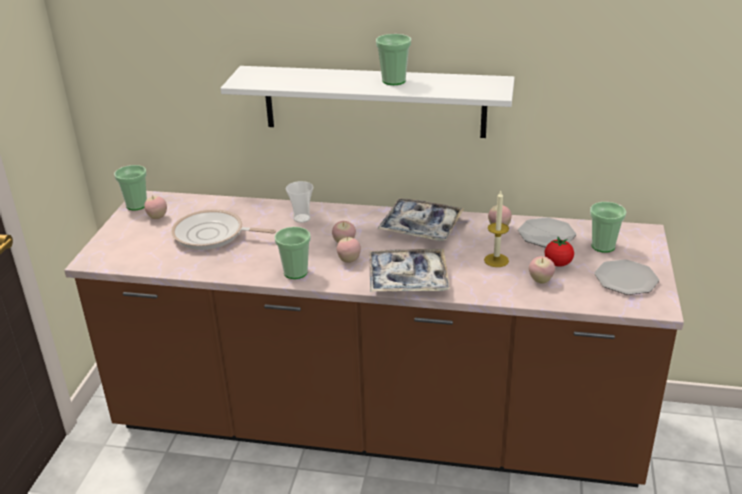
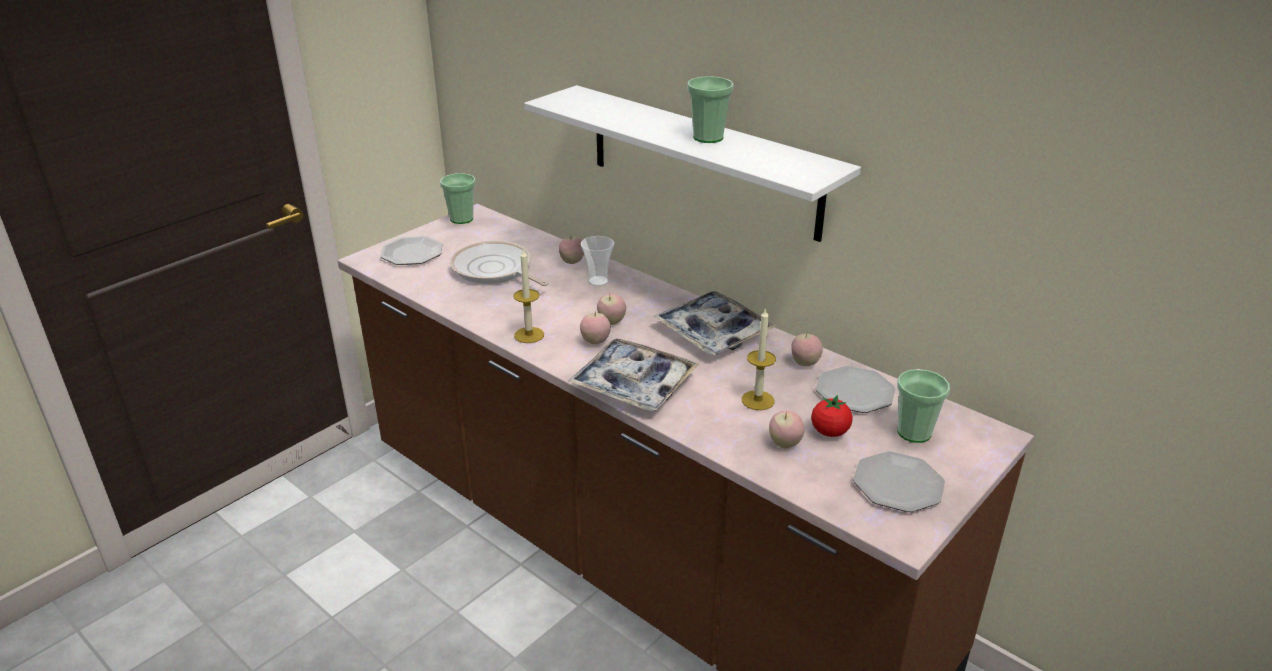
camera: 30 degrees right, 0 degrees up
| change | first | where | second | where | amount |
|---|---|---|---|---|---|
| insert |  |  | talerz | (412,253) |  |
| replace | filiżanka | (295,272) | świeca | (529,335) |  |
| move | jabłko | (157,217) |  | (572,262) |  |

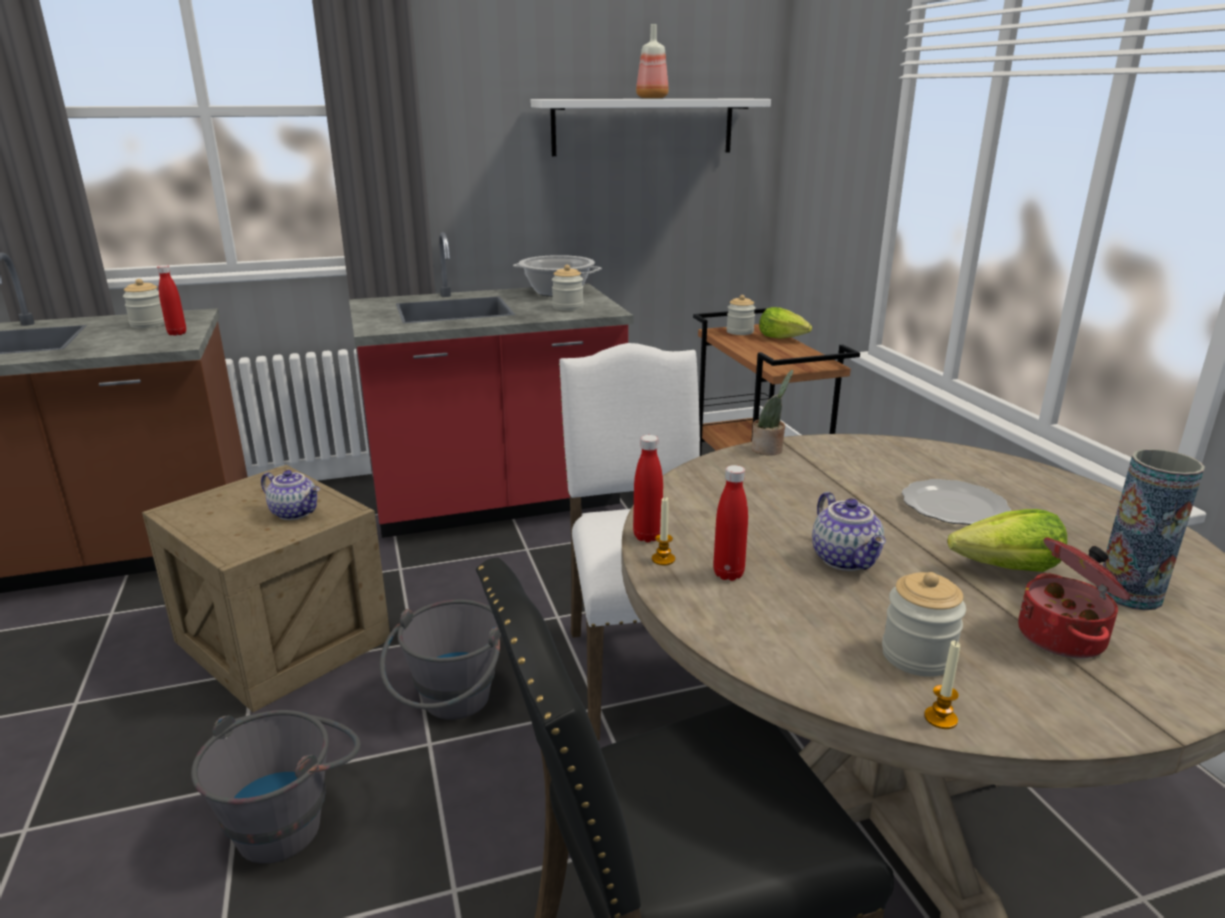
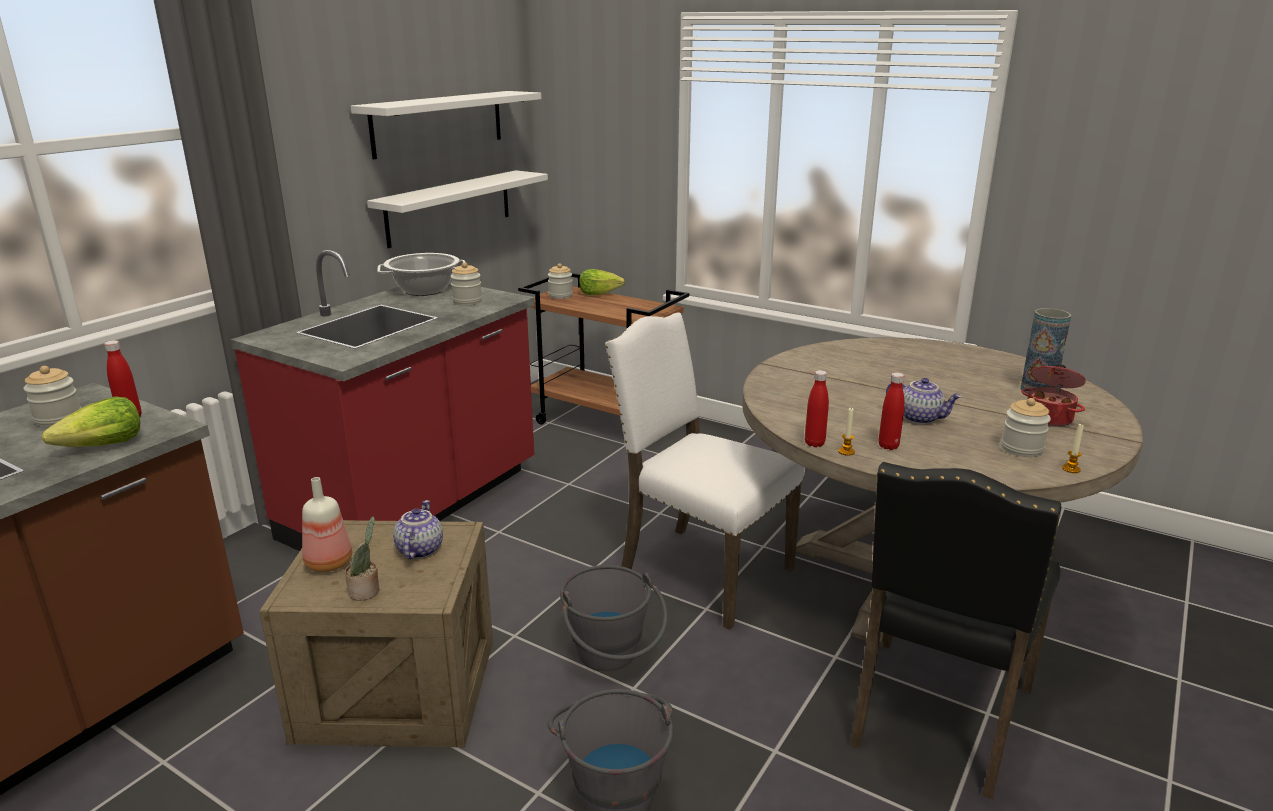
camera: 40 degrees left, 0 degrees up
| change | first | where | second | where | amount |
|---|---|---|---|---|---|
| move | sałata | (1007,569) |  | (103,446) |  |
| move | butelka | (651,98) |  | (327,564) |  |
| move | roślina doniczkowa | (769,450) |  | (366,591) |  |
| insert |  |  | półka (biały) | (449,207) |  |
| rotate | imbryk | (296,512) |  | (418,550) | 75 degrees counterclockwise |
| delete | talerz | (953,507) |  |  |  |

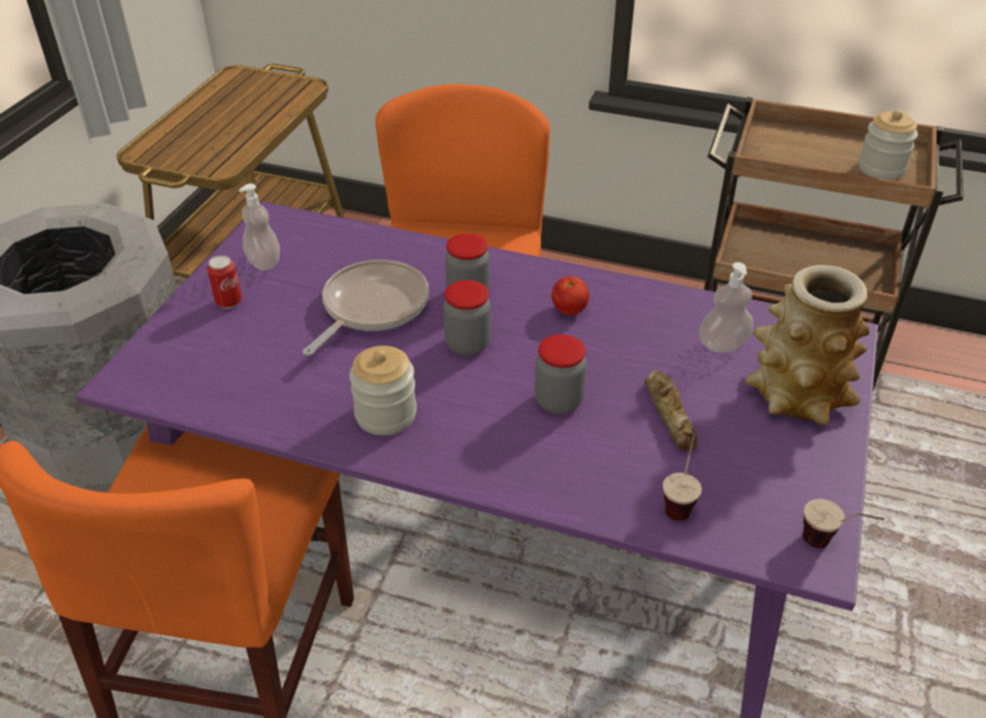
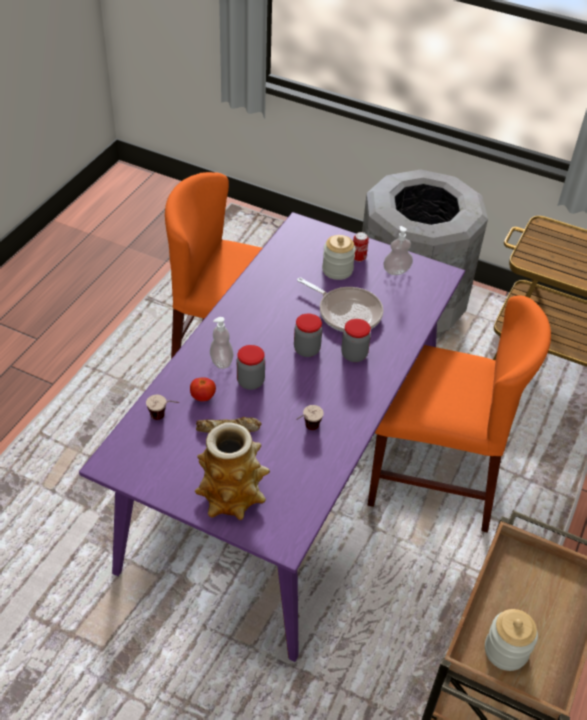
camera: 95 degrees right, 5 degrees up
| change | first | where | second | where | amount |
|---|---|---|---|---|---|
| move | pomidor | (569,310) |  | (203,397) |  |
| move | dozownik mydła | (722,344) |  | (221,361) |  |
| move | filiżanka | (831,545) |  | (307,430) |  |
| move | słoik | (386,414) |  | (337,270) |  |

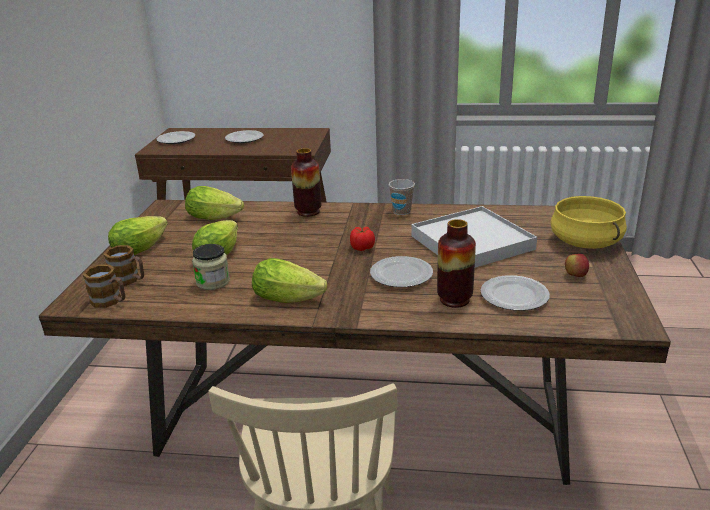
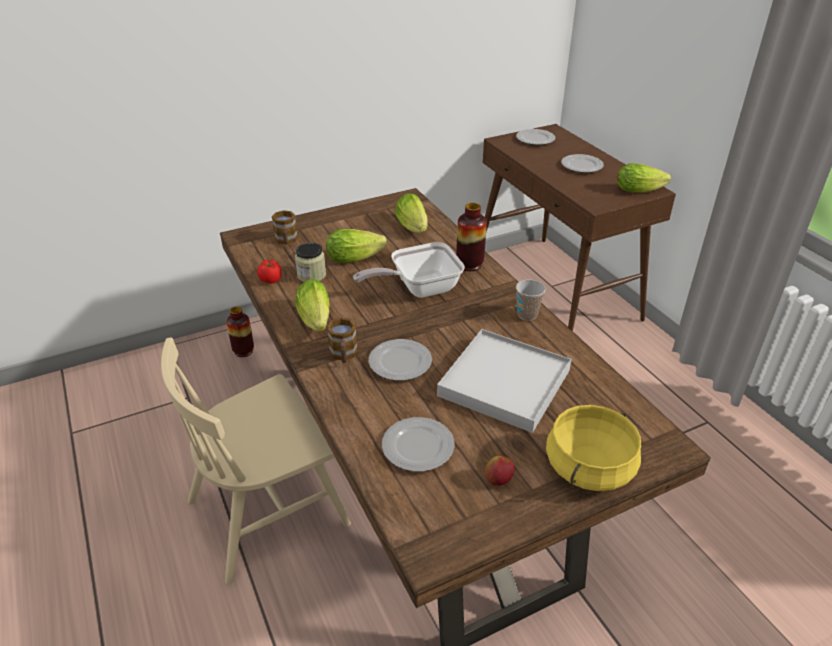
camera: 55 degrees right, 10 degrees up
| change | first | where | second | where | amount |
|---|---|---|---|---|---|
| move | wazon | (454,300) |  | (243,351) |  |
| move | pomidor | (362,247) |  | (271,279) |  |
| move | kubek | (110,301) |  | (343,355) |  |
| insert |  |  | patelnia | (419,288) |  |
| move | sałata | (143,247) |  | (642,190) |  |

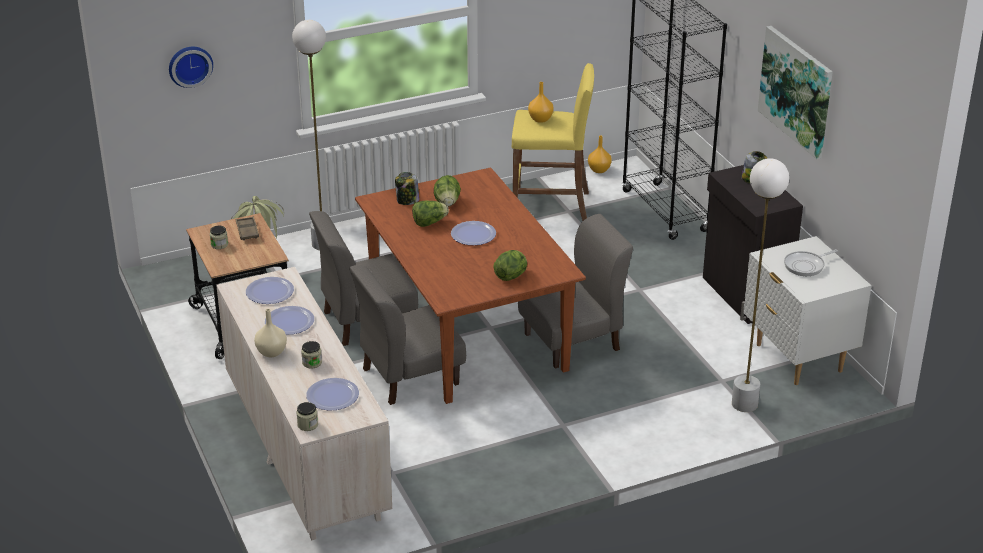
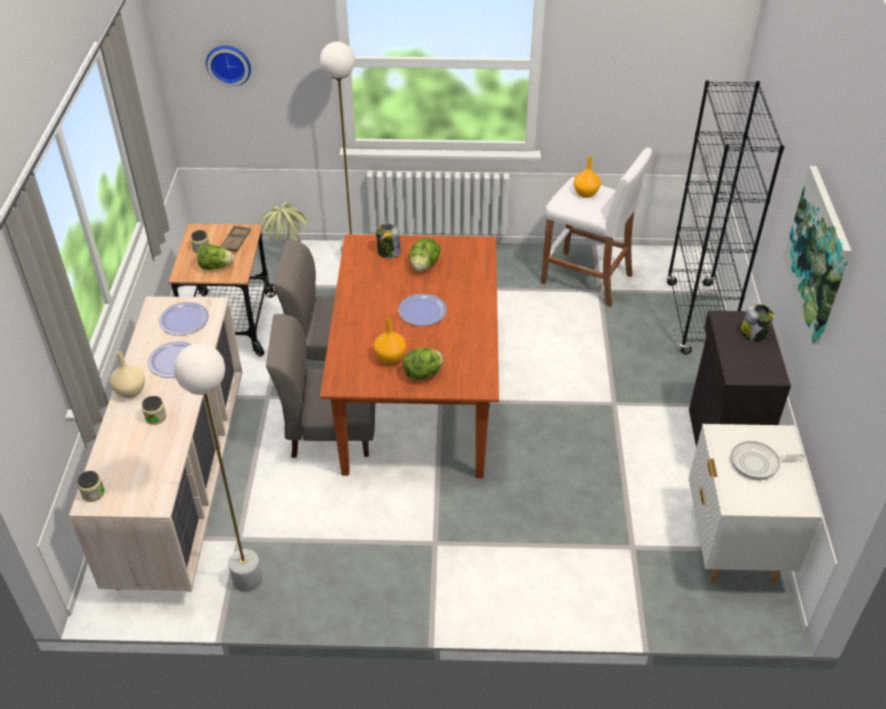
camera: 25 degrees right, 10 degrees up
| change | first | where | second | where | amount |
|---|---|---|---|---|---|
| move | lampa stojąca (biały) | (744,404) |  | (247,579) |  |
| move | sałata | (429,223) |  | (216,266) |  |
| move | wazon (pomarańczowy) | (599,170) |  | (390,358) |  |
| recolor | stołek (żółty) | (551,205) | stołek (biały) | (587,279) |  |
| delete | talerz | (332,395) |  |  |  |
| delete | krzesło (szary) | (573,342) |  |  |  |

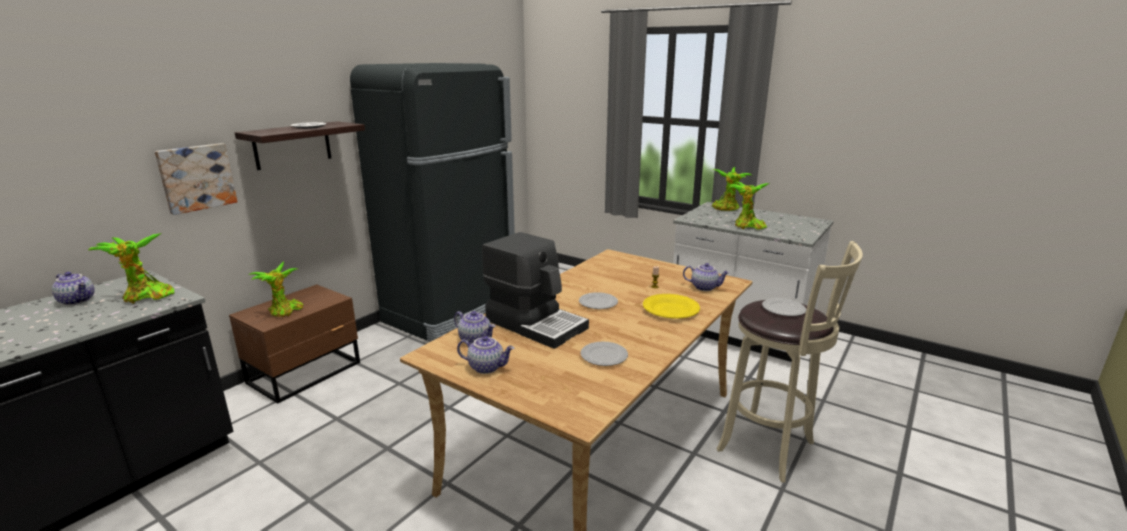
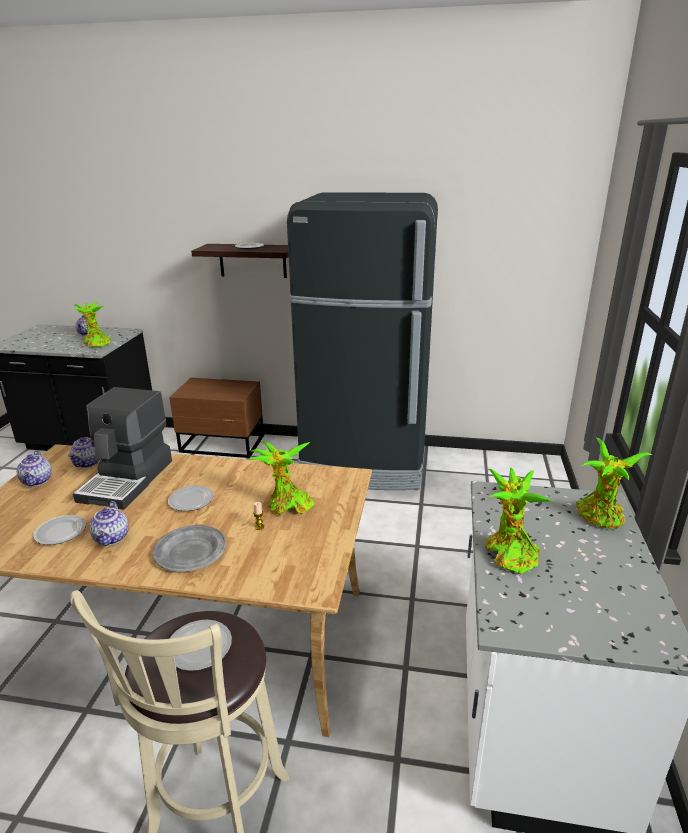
camera: 65 degrees right, 5 degrees up
| change | first | where | second | where | amount |
|---|---|---|---|---|---|
| move | imbryk | (704,287) |  | (112,538) |  |
| recolor | talerz (żółty) | (670,310) | talerz (szary) | (190,552) |  |
| move | roślina doniczkowa | (284,312) |  | (287,506) |  |
| delete | obraz | (196,177) |  |  |  |

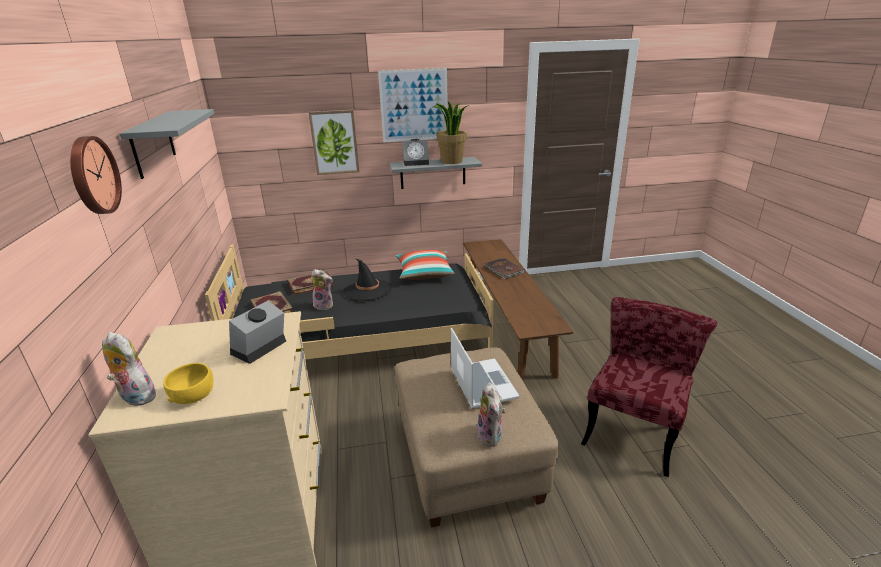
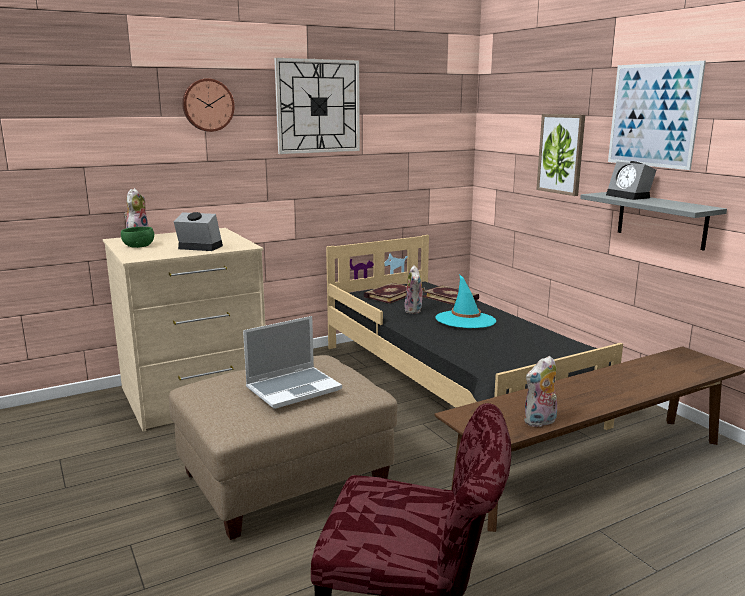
camera: 70 degrees right, 10 degrees down
| change | first | where | second | where | amount |
|---|---|---|---|---|---|
| recolor | miska (żółty) | (193,395) | miska (zielony) | (139,246) |  |
| replace | półka (szary) | (153,143) | zegar ścienny | (318,106) |  |
| recolor | kapelusz (czarny) | (367,290) | kapelusz (turkusowy) | (465,320) |  |
| move | pluszak | (491,436) |  | (540,422) |  |
| delete | poduszka | (424,273) |  |  |  |
| delete | roślina doniczkowa | (451,161) |  |  |  |
| delete | książka (brązowy) | (504,270) |  |  |  |

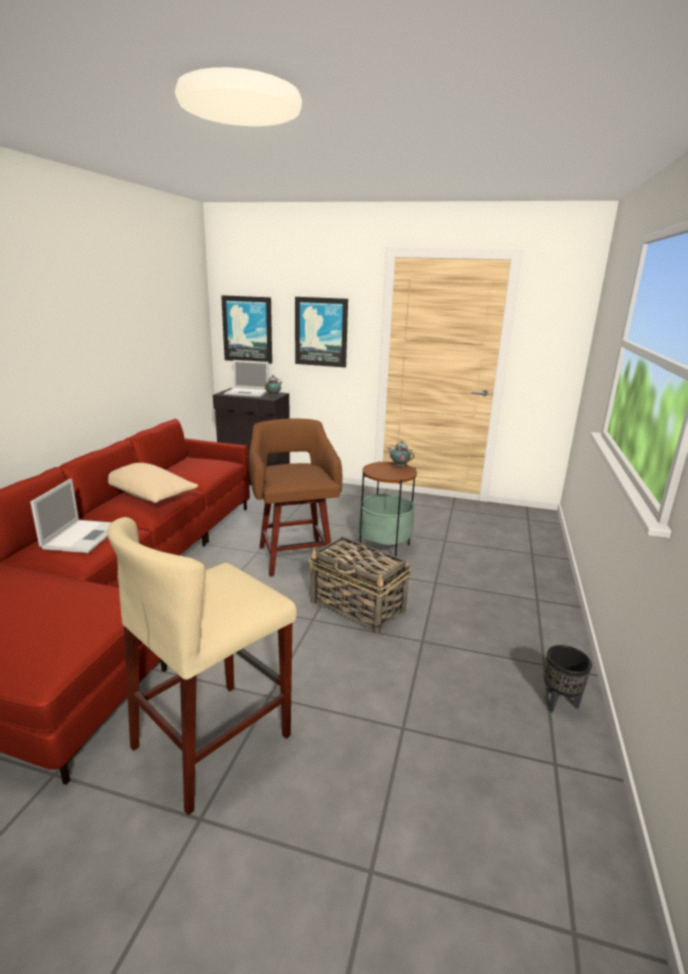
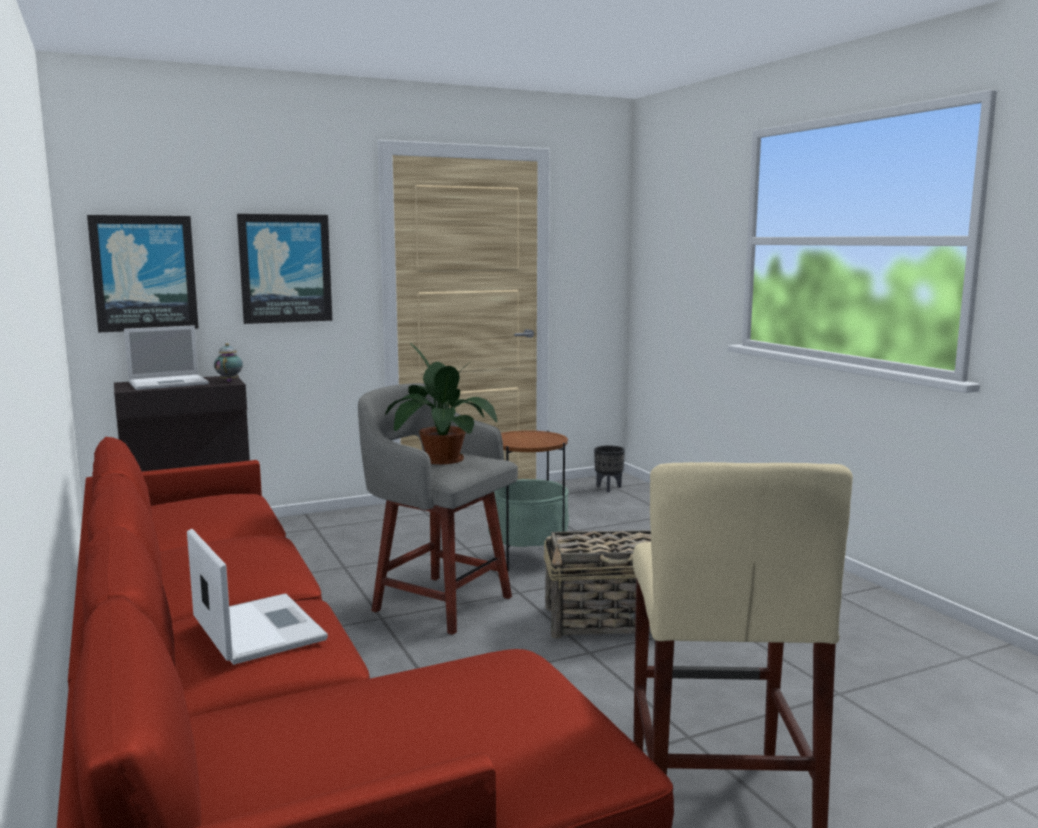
camera: 40 degrees left, 10 degrees down
| change | first | where | second | where | amount |
|---|---|---|---|---|---|
| recolor | stołek (brązowy) | (294,555) | stołek (szary) | (438,602) |  |
| insert |  |  | roślina doniczkowa | (439,458) |  |
| move | donica (czarny) | (559,703) |  | (609,488) |  |
| delete | poduszka (beżowy) | (148,495) |  |  |  |
| delete | imbryk | (399,466) |  |  |  |

